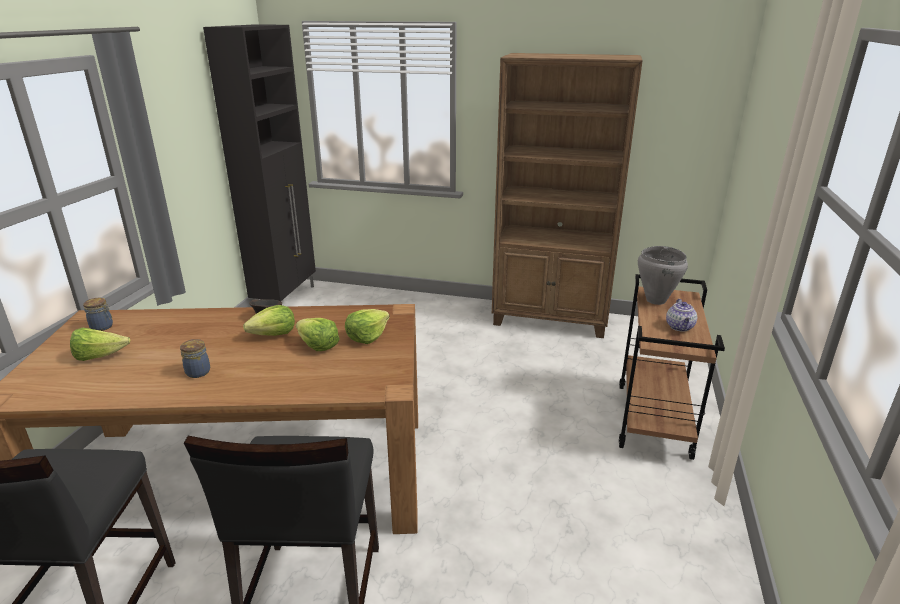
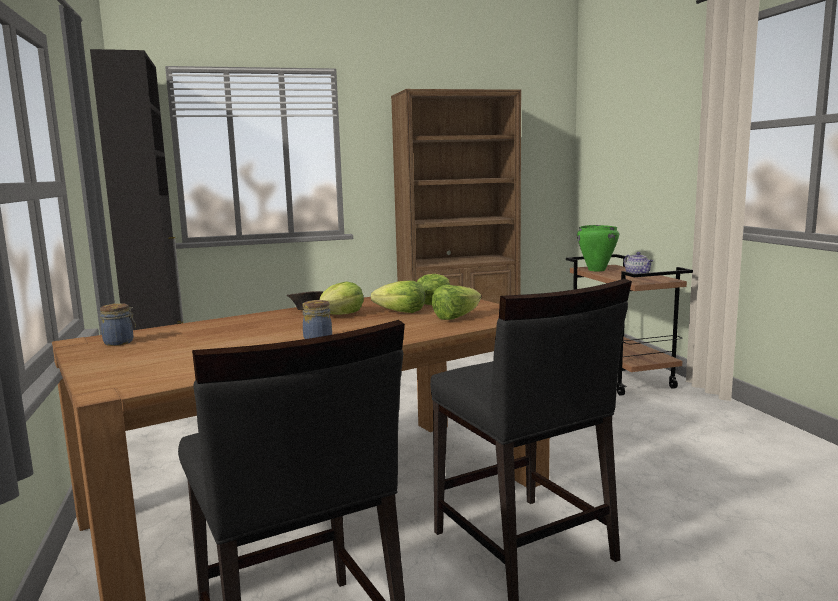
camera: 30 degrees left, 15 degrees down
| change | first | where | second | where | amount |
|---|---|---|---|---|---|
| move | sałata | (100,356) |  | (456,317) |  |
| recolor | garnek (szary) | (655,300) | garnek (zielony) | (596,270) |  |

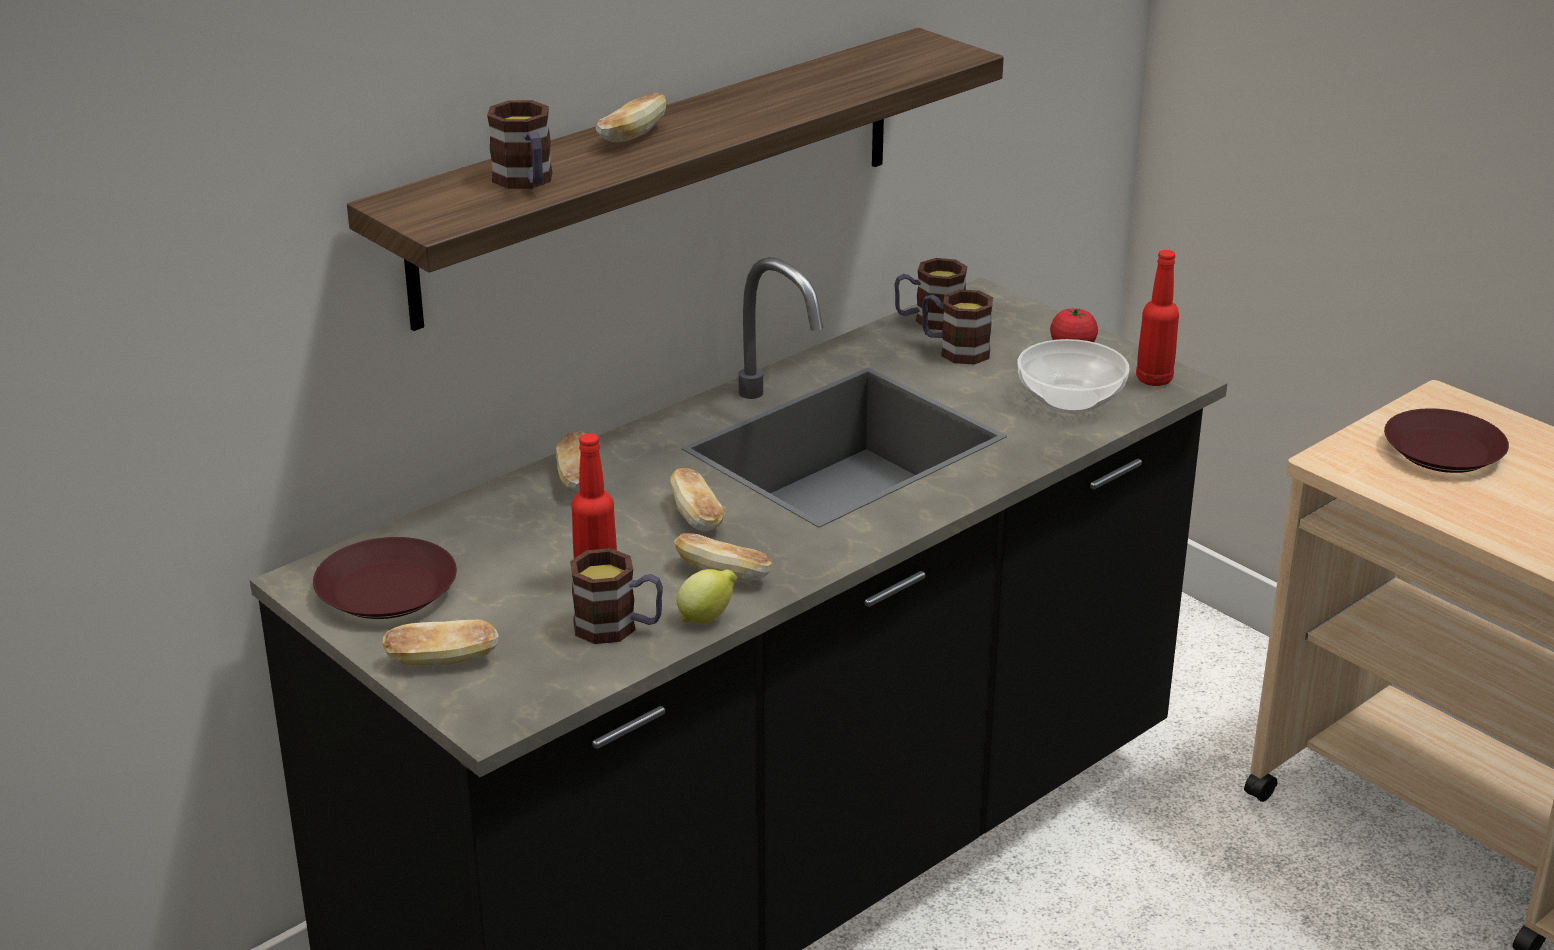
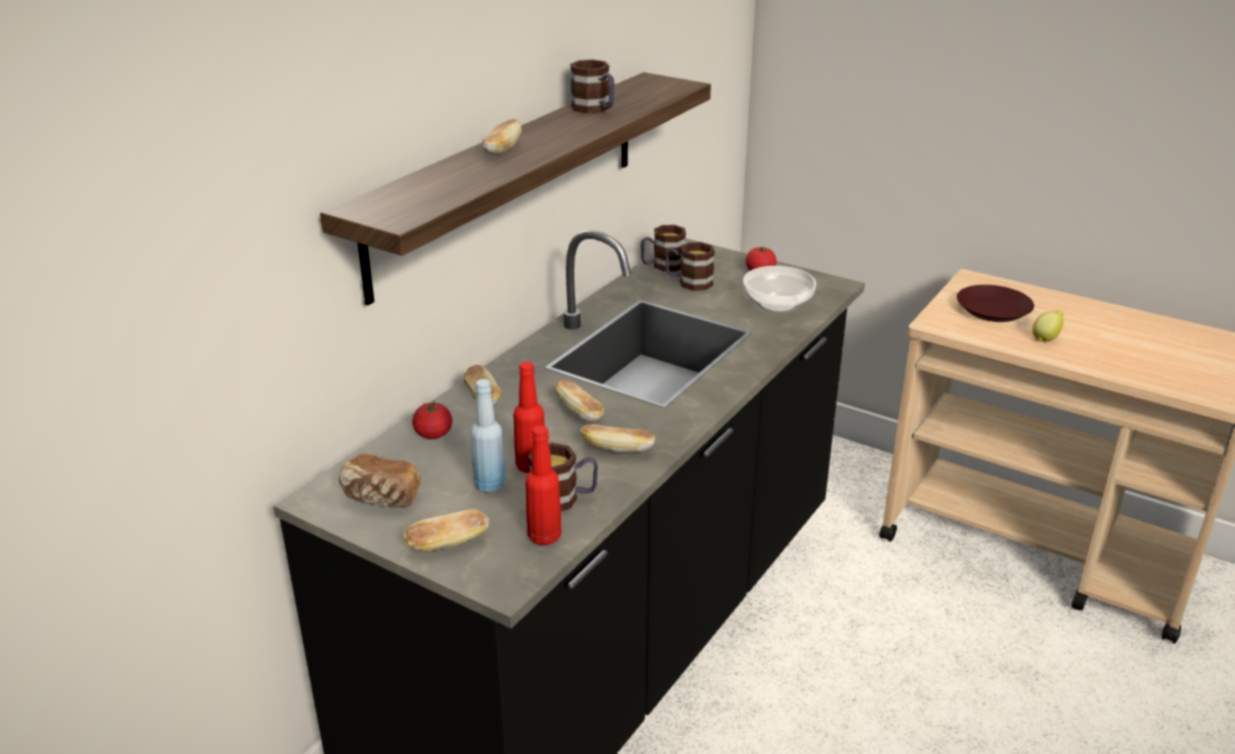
camera: 15 degrees left, 0 degrees up
| change | first | where | second | where | amount |
|---|---|---|---|---|---|
| replace | talerz (brązowy) | (385,591) | chleb | (381,498) |  |
| insert |  |  | pomidor | (433,434) |  |
| insert |  |  | butelka (niebieski) | (490,485) |  |
| move | butelka (czerwony) | (1154,379) |  | (544,536) |  |
| move | kubek | (526,182) |  | (595,109) |  |
| move | cytryna | (707,618) |  | (1046,338) |  |

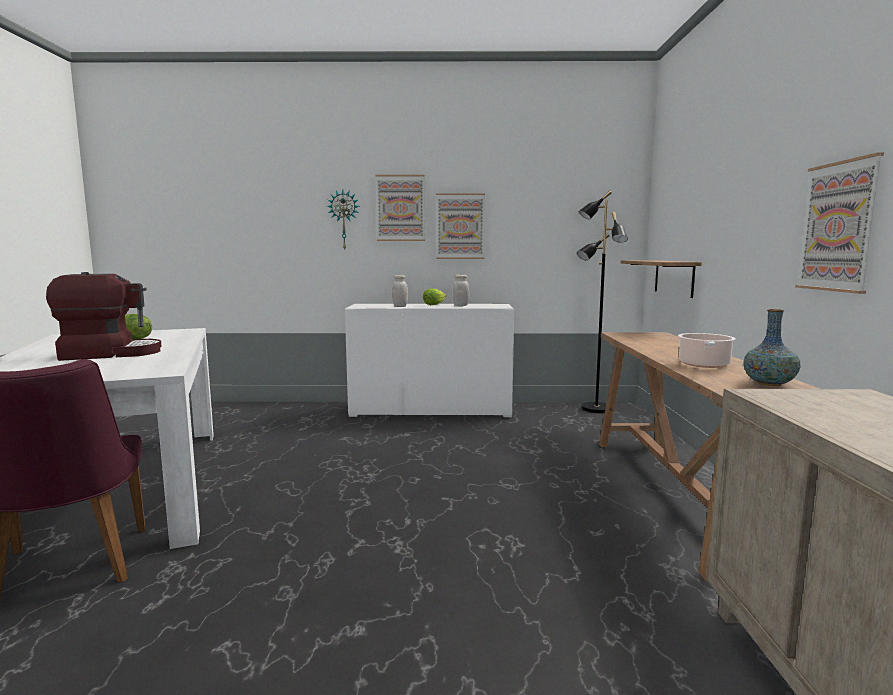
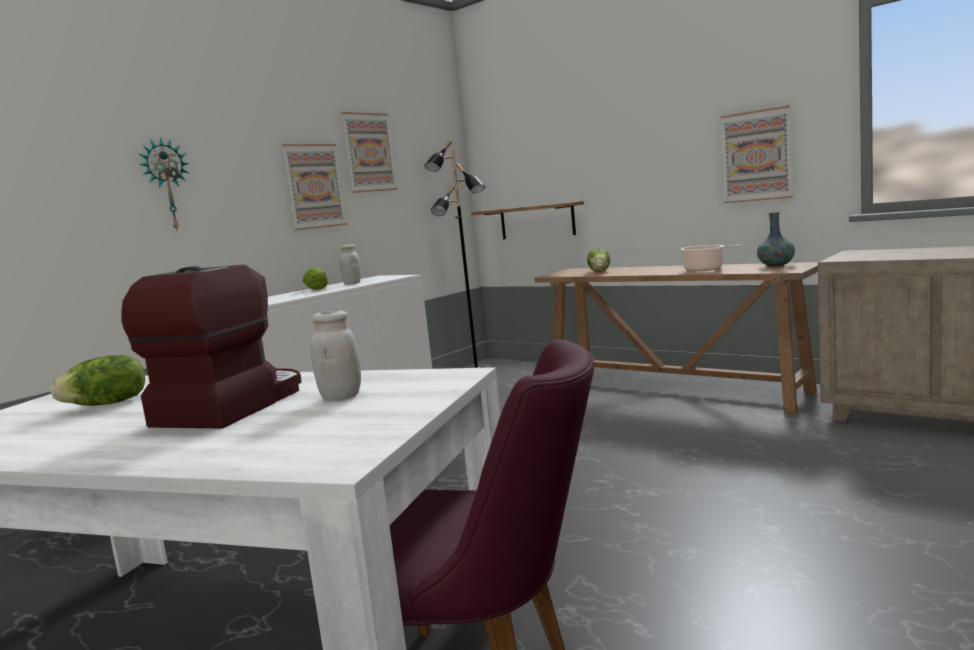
camera: 50 degrees left, 0 degrees up
| change | first | where | second | where | amount |
|---|---|---|---|---|---|
| move | słoik (biały) | (400,306) |  | (341,397) |  |
| move | obraz | (400,208) |  | (369,152) |  |
| insert |  |  | sałata | (600,271) |  |

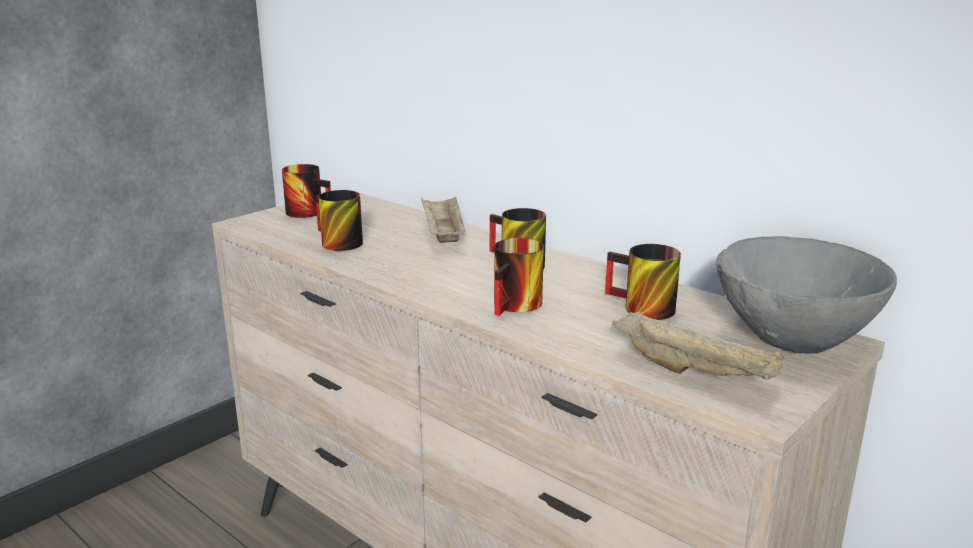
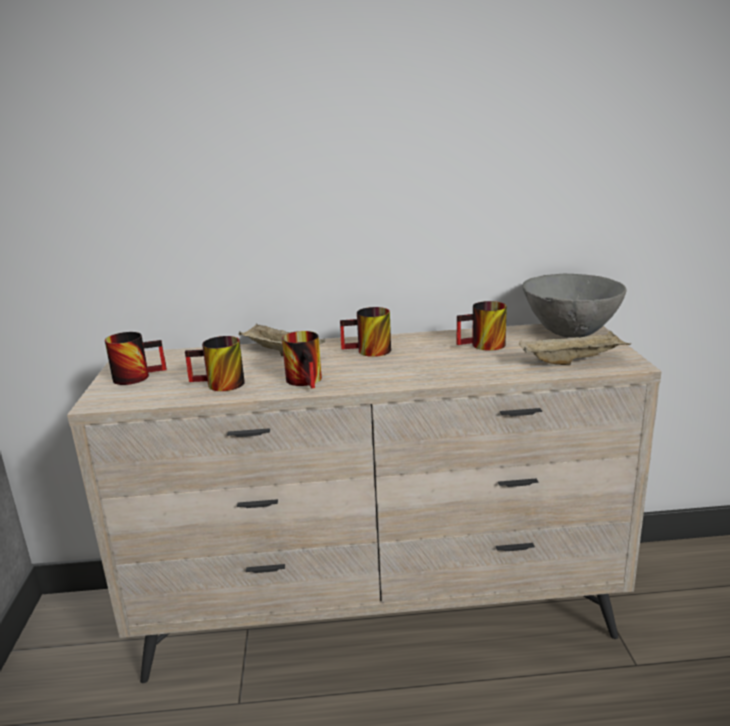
camera: 45 degrees left, 0 degrees up
| change | first | where | second | where | amount |
|---|---|---|---|---|---|
| move | kubek | (518,306) |  | (309,380) |  |

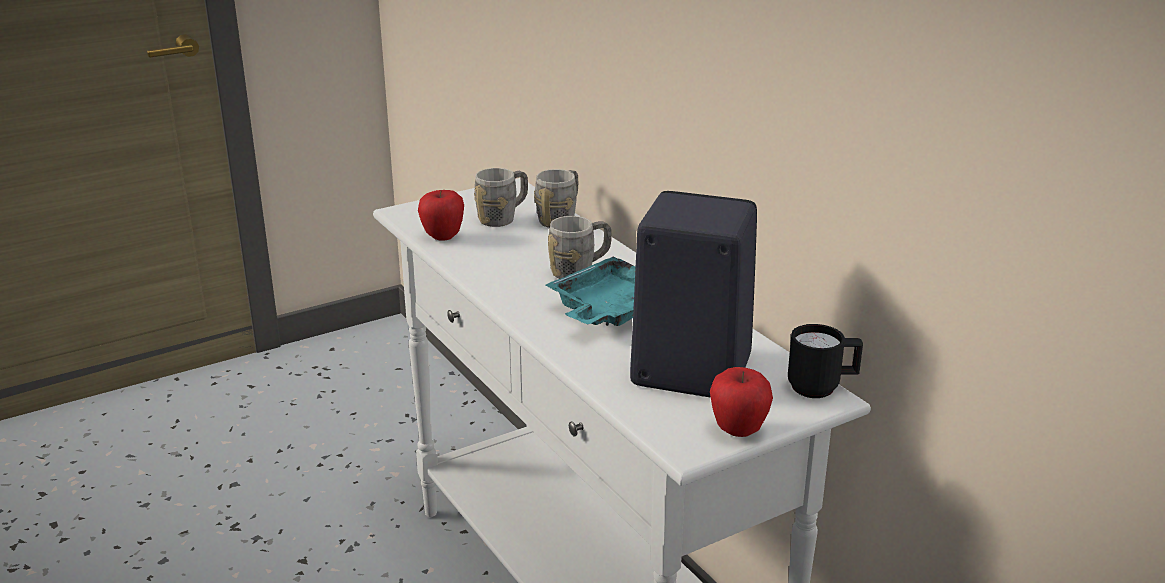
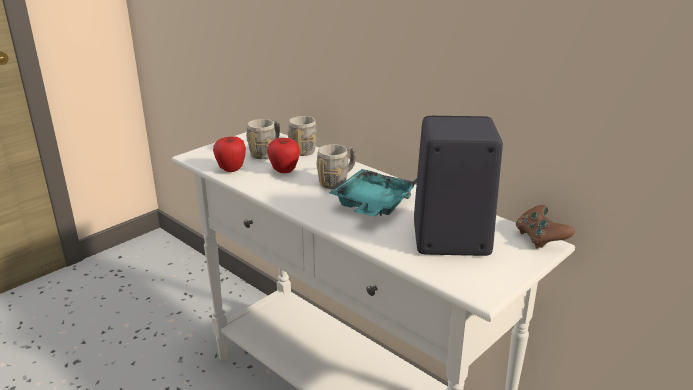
camera: 15 degrees left, 0 degrees up
| change | first | where | second | where | amount |
|---|---|---|---|---|---|
| move | jabłko | (738,431) |  | (284,171) |  |
| replace | kubek (czarny) | (821,388) | pad do gier (brązowy) | (540,238) |  |

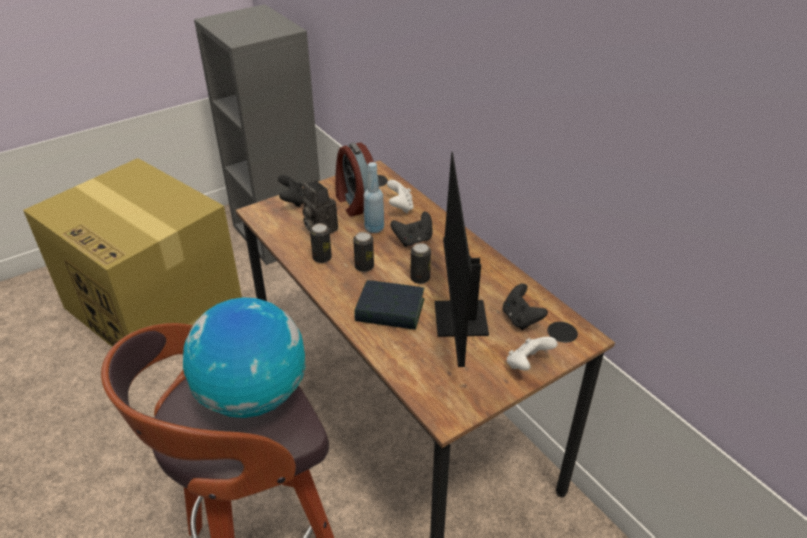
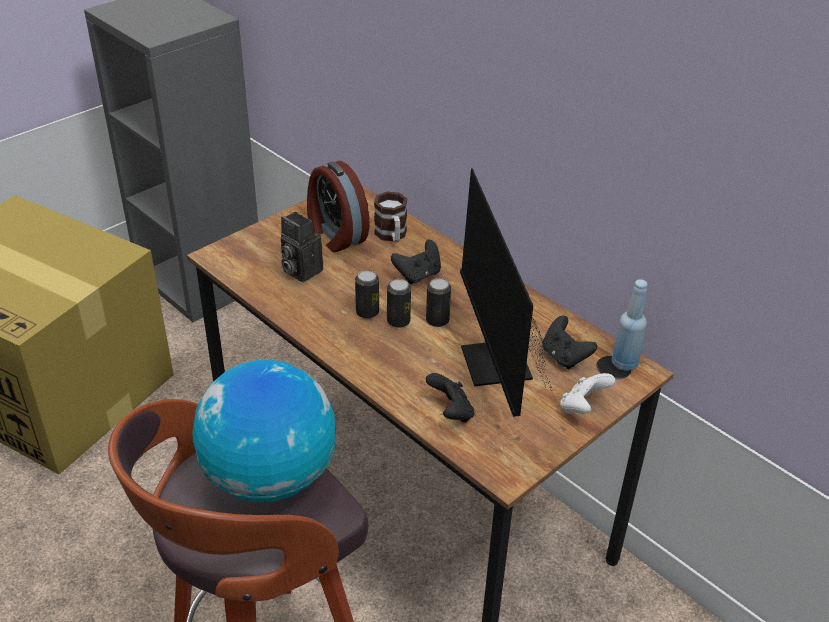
camera: 10 degrees left, 0 degrees up
| change | first | where | second | where | amount |
|---|---|---|---|---|---|
| replace | pad do gier (biały) | (400,207) | kubek | (392,236) |  |
| move | puszka | (322,258) |  | (398,321) |  |
| move | pad do gier (czarny) | (292,201) |  | (451,412) |  |
| move | butelka (niebieski) | (374,228) |  | (624,363) |  |
| delete | książka | (390,311) |  |  |  |

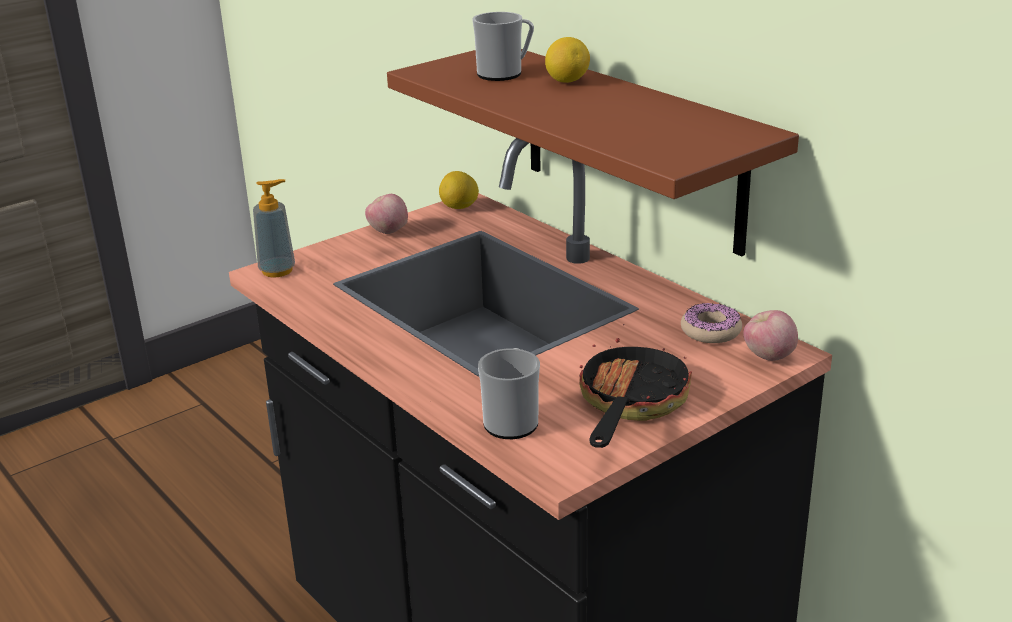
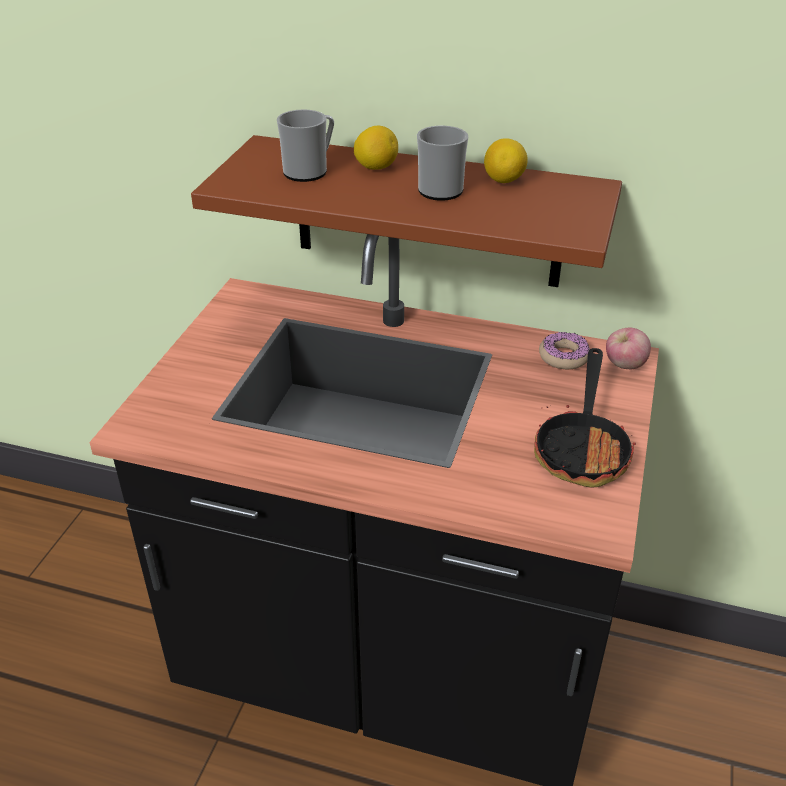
camera: 35 degrees left, 10 degrees up
| change | first | where | second | where | amount |
|---|---|---|---|---|---|
| move | kubek | (512,420) |  | (438,188) |  |
| move | cytryna | (459,208) |  | (504,181) |  |
| rotate | patelnia | (629,405) |  | (583,447) | 150 degrees counterclockwise |
| delete | dozownik mydła | (277,271) |  |  |  |
| delete | jabłko | (388,232) |  |  |  |

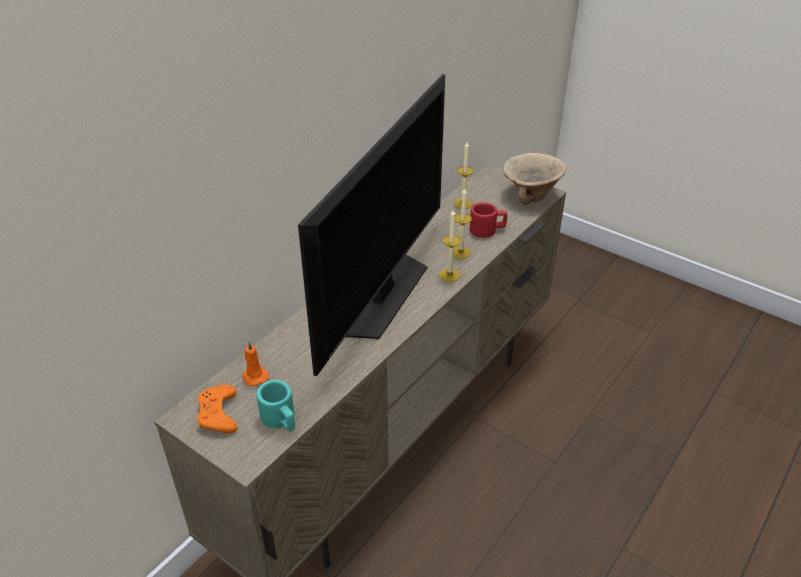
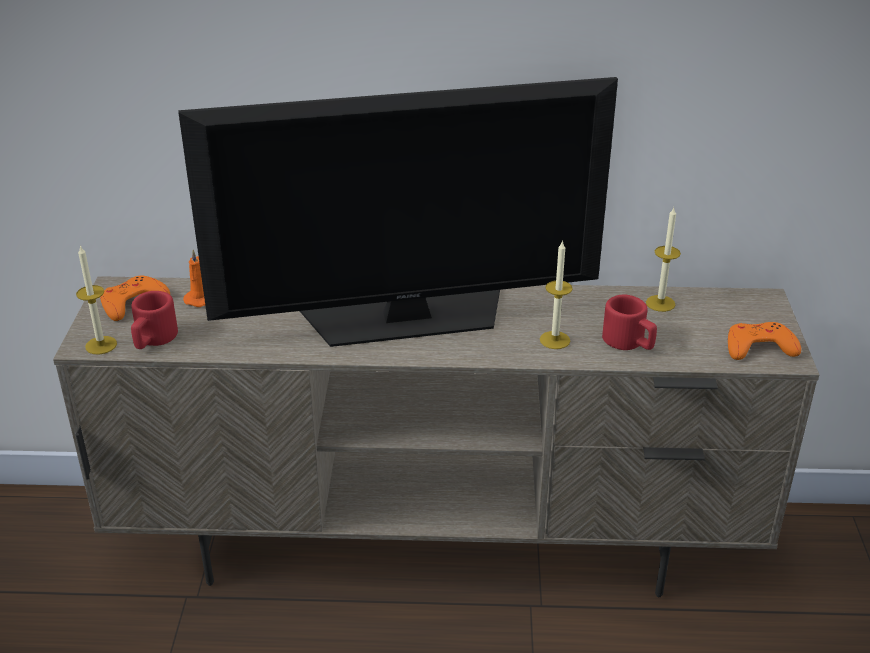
camera: 55 degrees right, 5 degrees down
| change | first | where | second | where | amount |
|---|---|---|---|---|---|
| move | świeca | (449,275) |  | (101,345) |  |
| recolor | kubek (turkusowy) | (281,420) | kubek (czerwony) | (153,339) |  |
| replace | miska (beżowy) | (530,196) | pad do gier (pomarańczowy) | (759,347) |  |

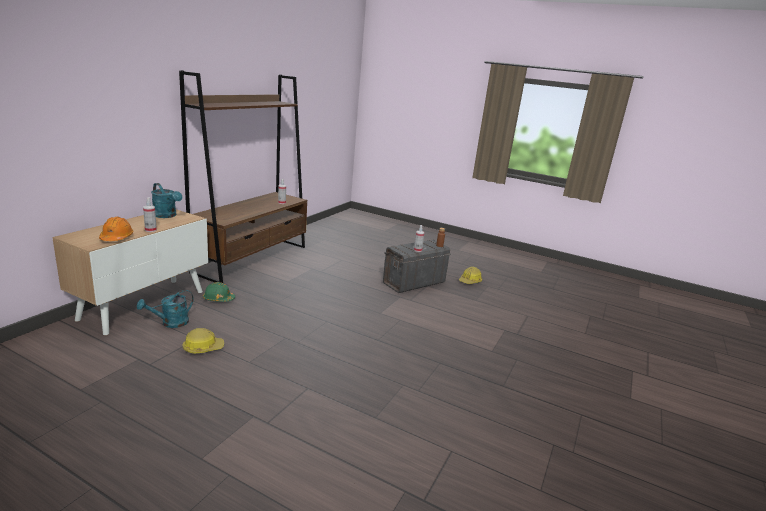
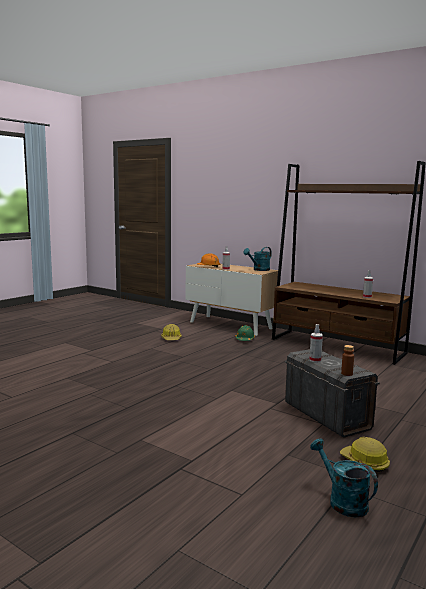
camera: 100 degrees right, 10 degrees down
| change | first | where | second | where | amount |
|---|---|---|---|---|---|
| move | konewka (turkusowy) | (170,323) |  | (342,501) |  |

